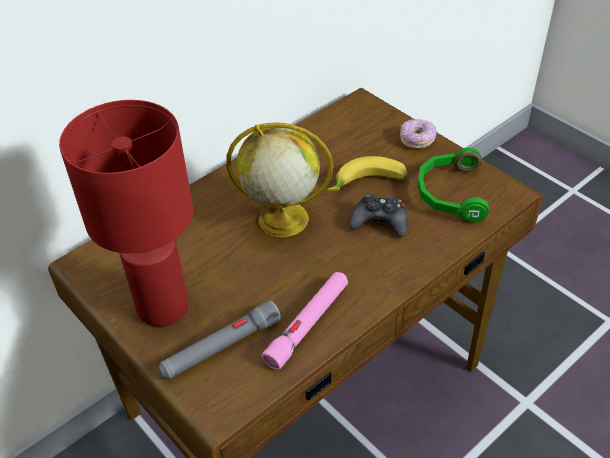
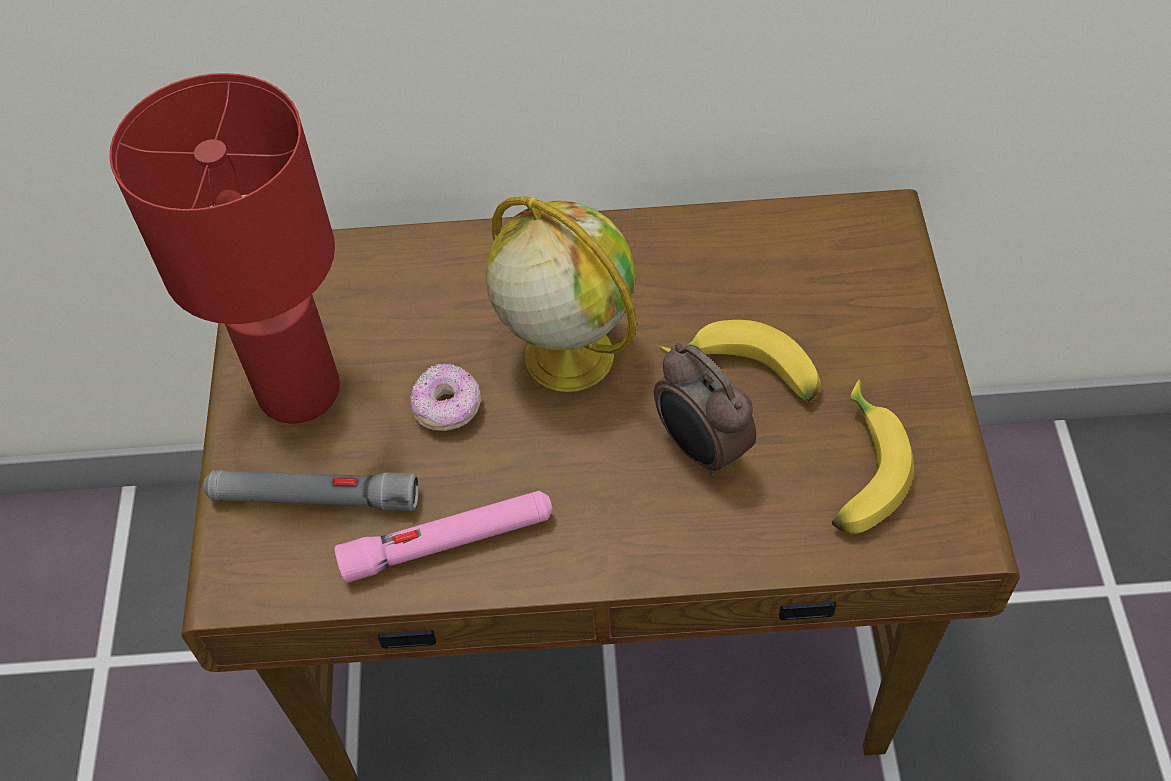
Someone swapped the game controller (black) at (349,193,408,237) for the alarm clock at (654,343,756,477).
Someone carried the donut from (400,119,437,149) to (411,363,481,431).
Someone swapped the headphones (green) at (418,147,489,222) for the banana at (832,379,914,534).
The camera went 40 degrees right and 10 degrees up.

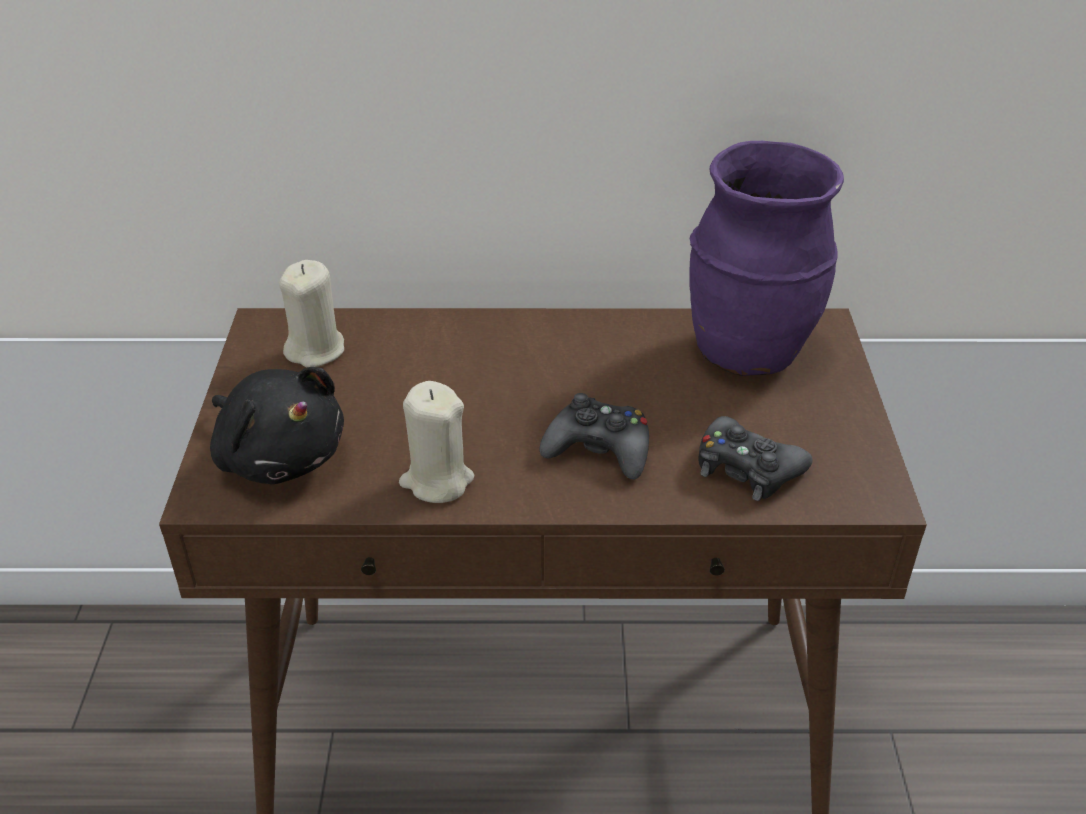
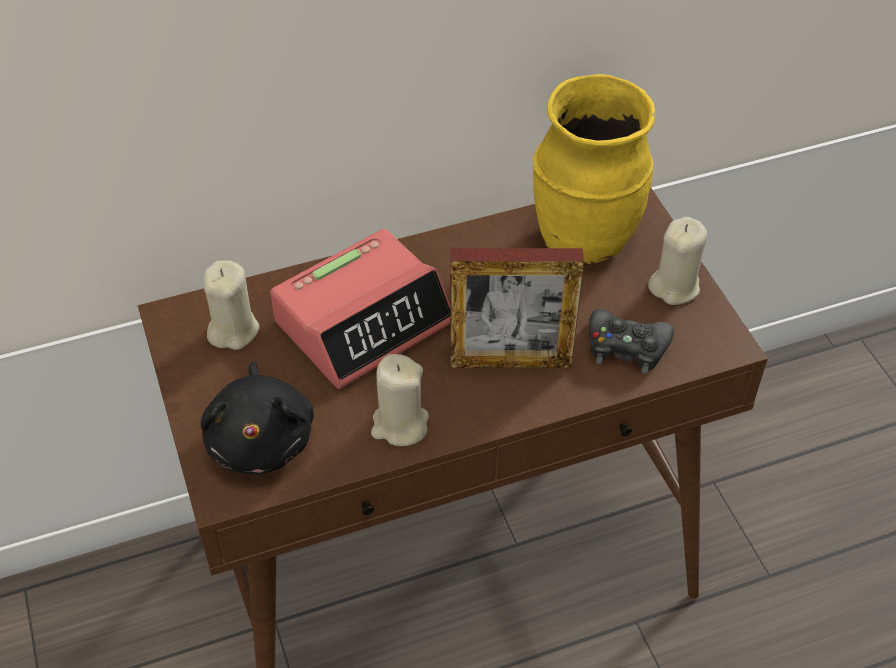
Someone rotated the plush toy (black) at (210,367,344,485) by 60 degrees clockwise.
Someone swapped the game controller (black) at (540,393,649,479) for the picture frame at (450,248,584,368).
Someone repainted the vase (purple) at (689,141,844,376), which became the vase (yellow) at (533,74,656,265).
Someone put down the alarm clock at (270,229,451,389).
Someone put down the candle (beige) at (648,217,707,305).
The camera went 20 degrees left and 10 degrees up.

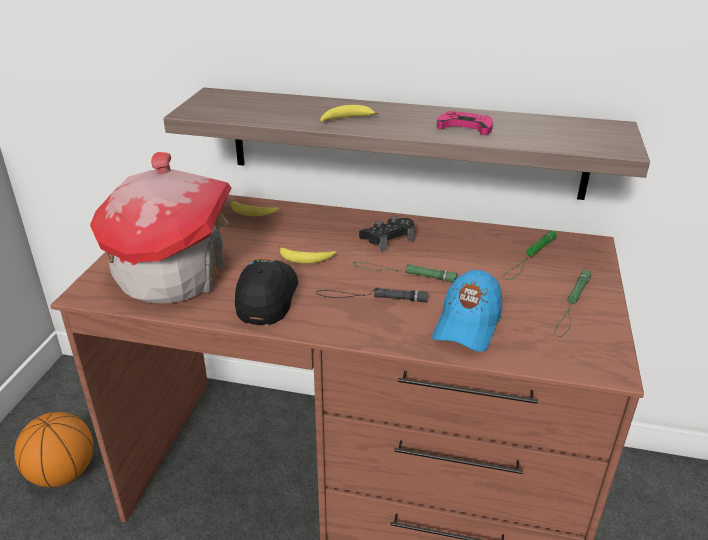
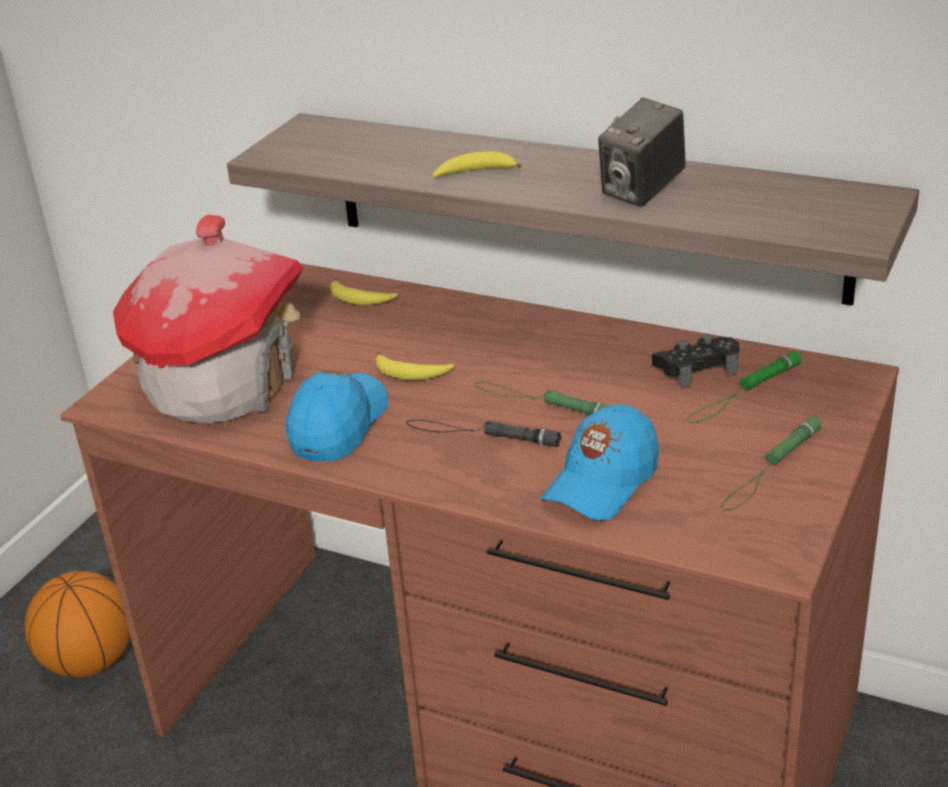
Someone repainted the cap (black) at (235,259,298,325), which became the cap (blue) at (286,370,388,462).
Someone carried the game controller (black) from (359,216,415,251) to (652,334,739,388).
Someone swapped the game controller (pink) at (437,111,493,135) for the photo camera at (598,98,686,207).
The camera went 15 degrees right and 0 degrees up.

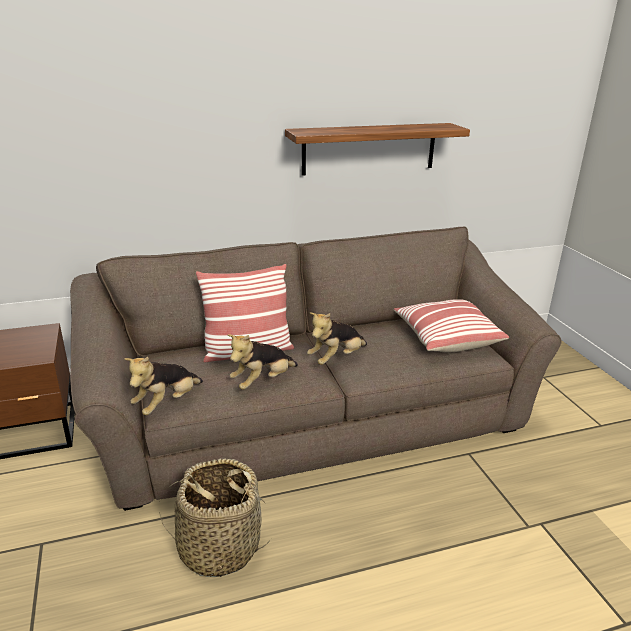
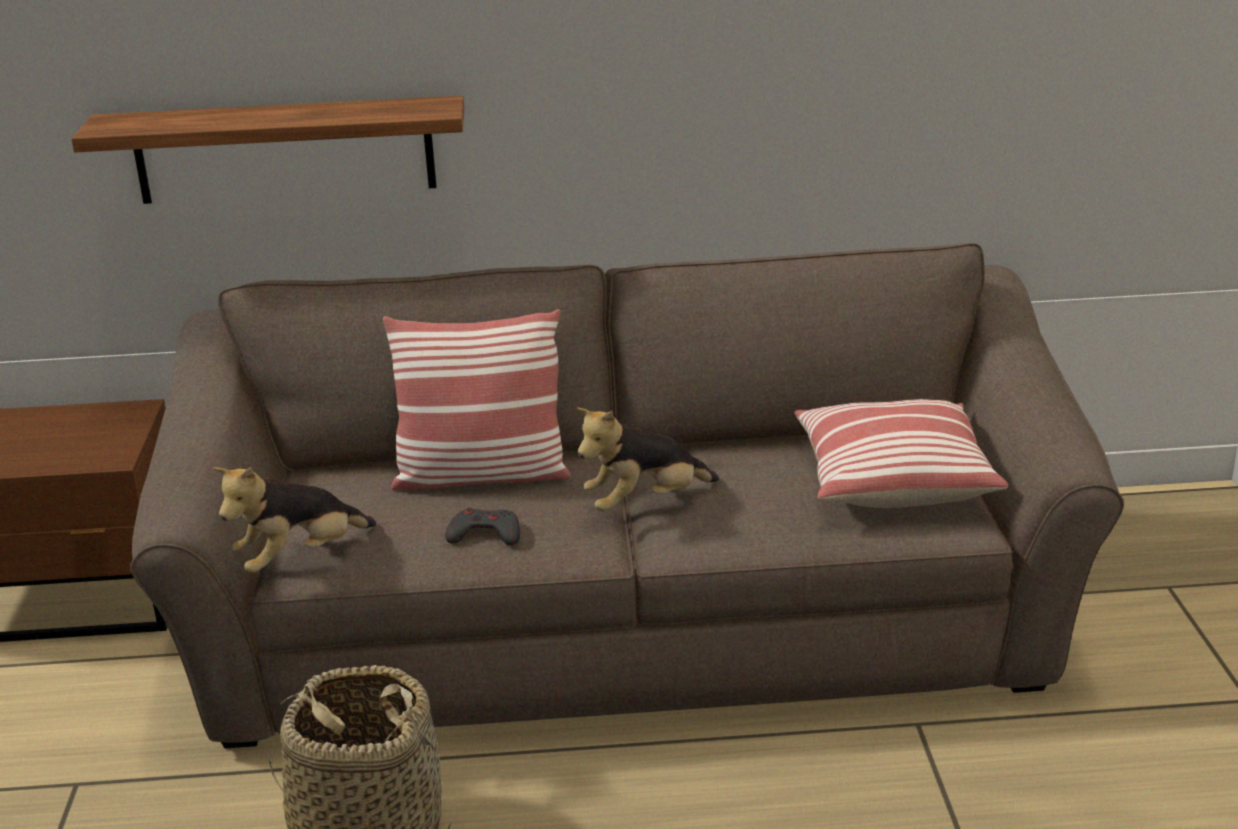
Someone swapped the plush toy at (228,334,298,390) for the game controller (grey) at (445,508,520,545).
Someone carried the shelf from (285,123,470,176) to (71,96,465,204).
The camera went 15 degrees right and 0 degrees up.

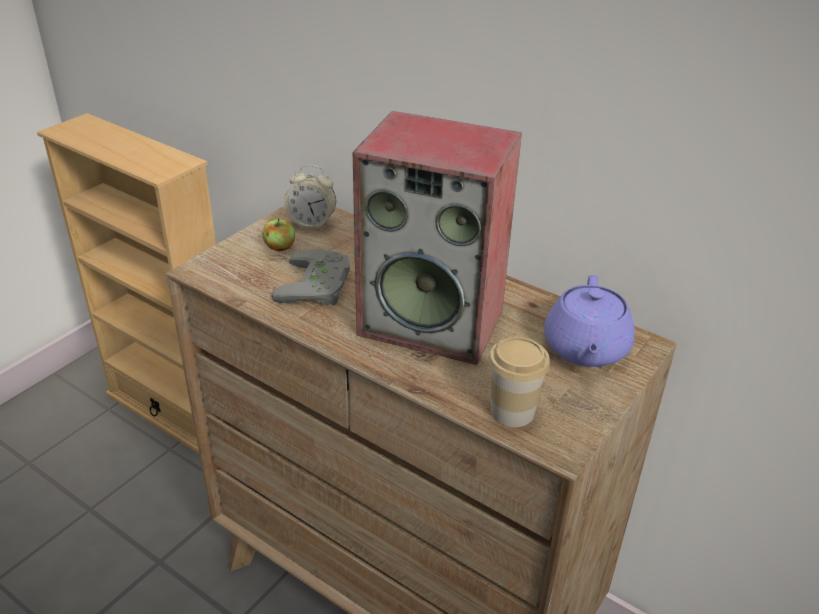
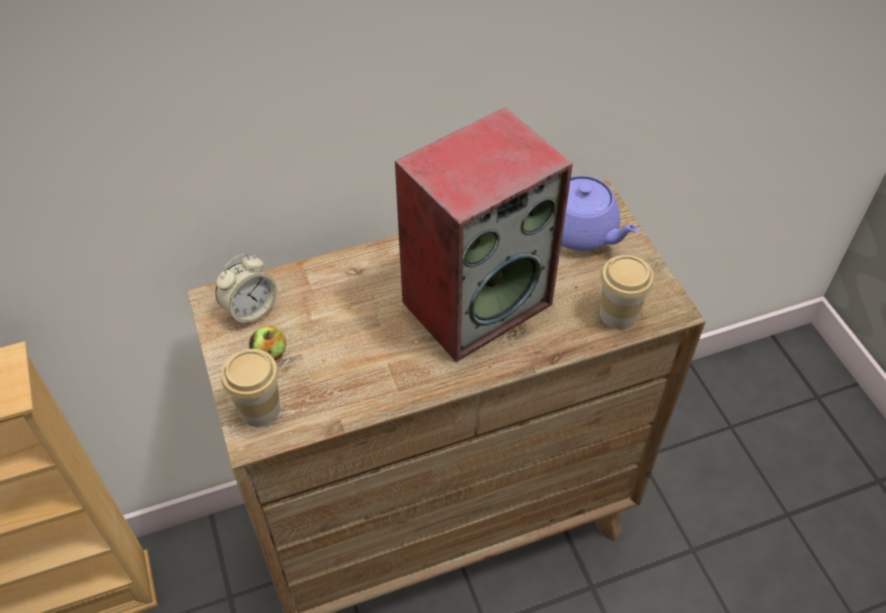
Someone took away the game controller (grey) at (272,249,350,306).
Someone put down the cup at (221,349,280,427).
The camera went 55 degrees left and 15 degrees up.

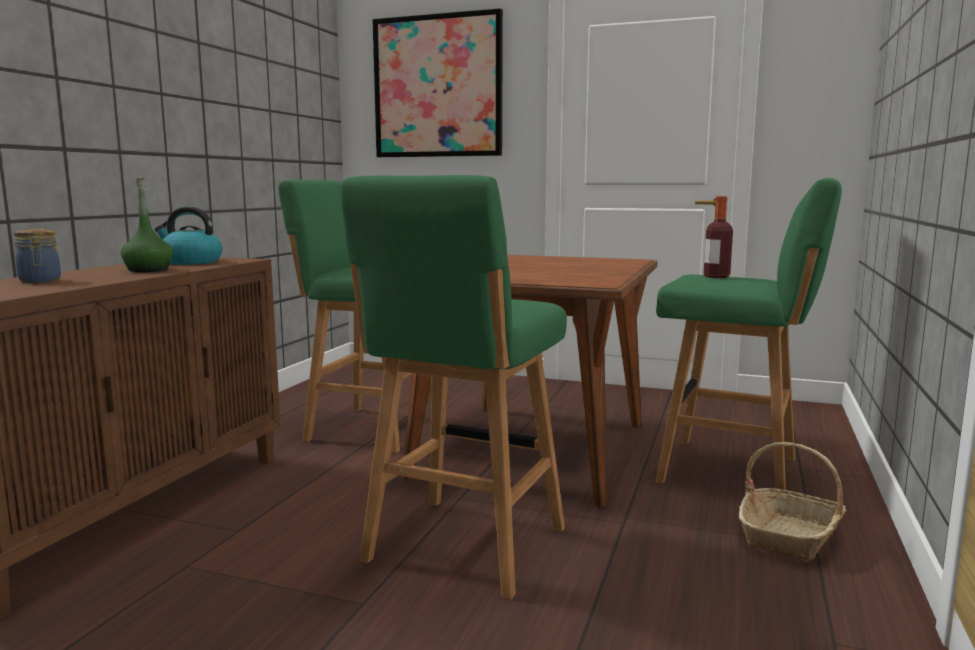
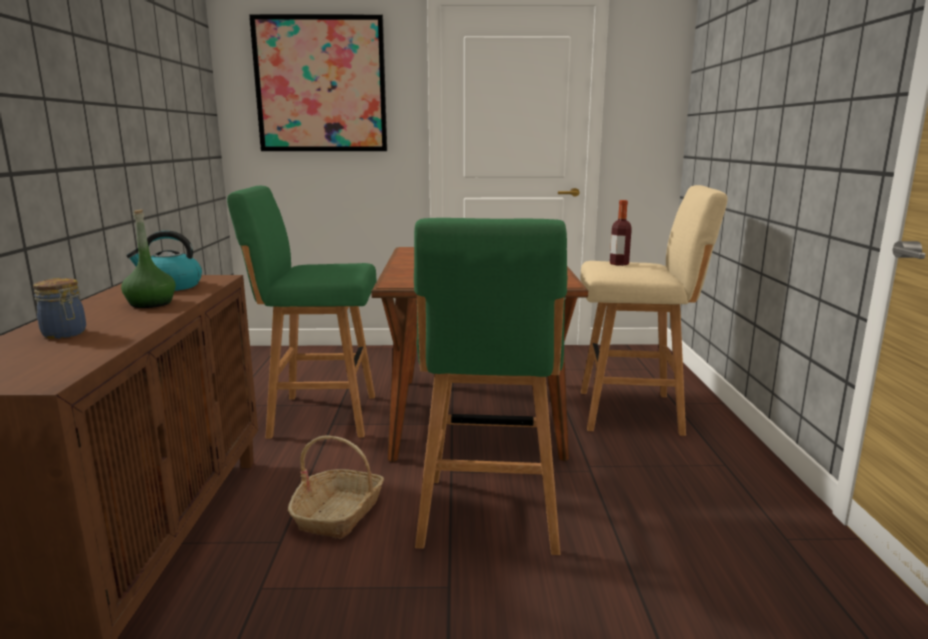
Someone repainted the stool (green) at (656,178,842,490), which became the stool (beige) at (580,185,728,436).
Someone carried the basket from (739,442,847,562) to (288,436,384,539).
The camera went 20 degrees left and 5 degrees up.

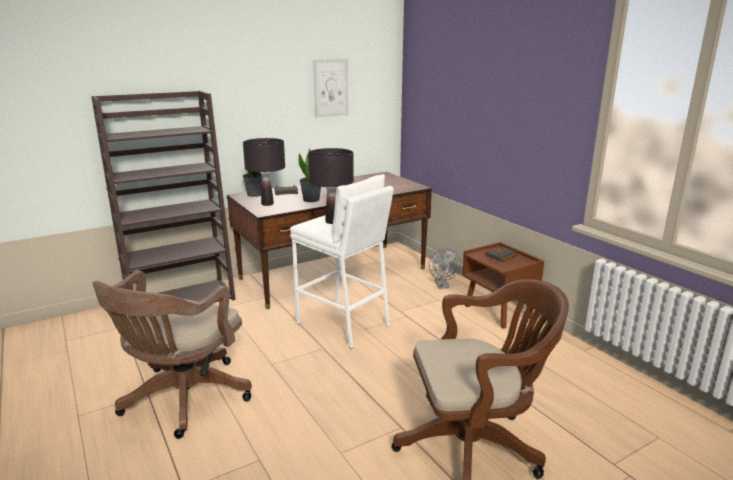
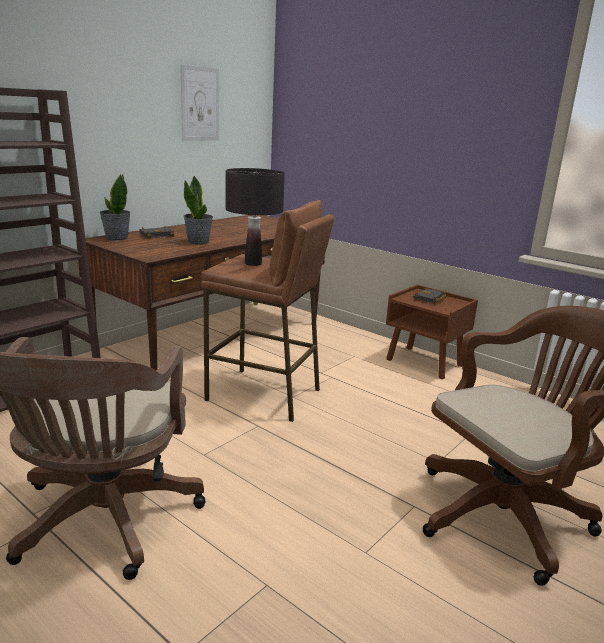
Someone took away the table lamp (black) at (243,138,285,206).
Someone repainted the stool (white) at (290,174,394,349), which became the stool (brown) at (201,200,334,422).
Someone took away the fan (grey) at (429,248,461,289).
The camera went 20 degrees left and 0 degrees up.

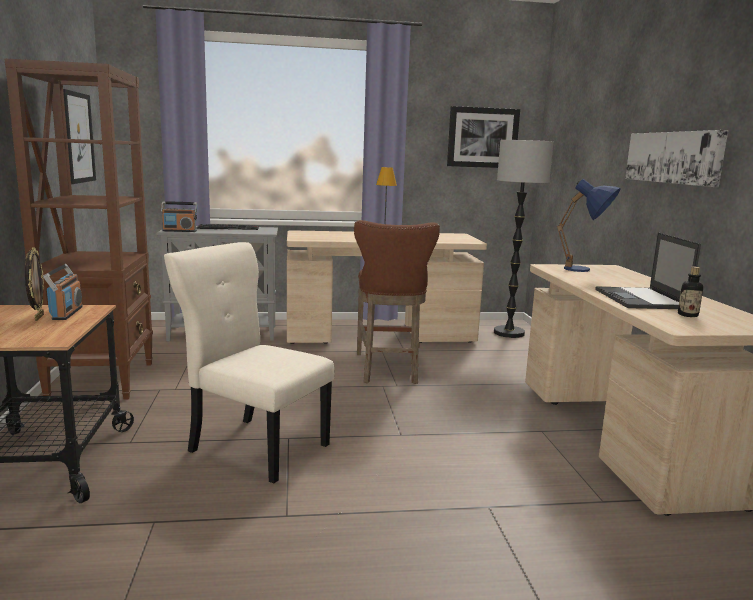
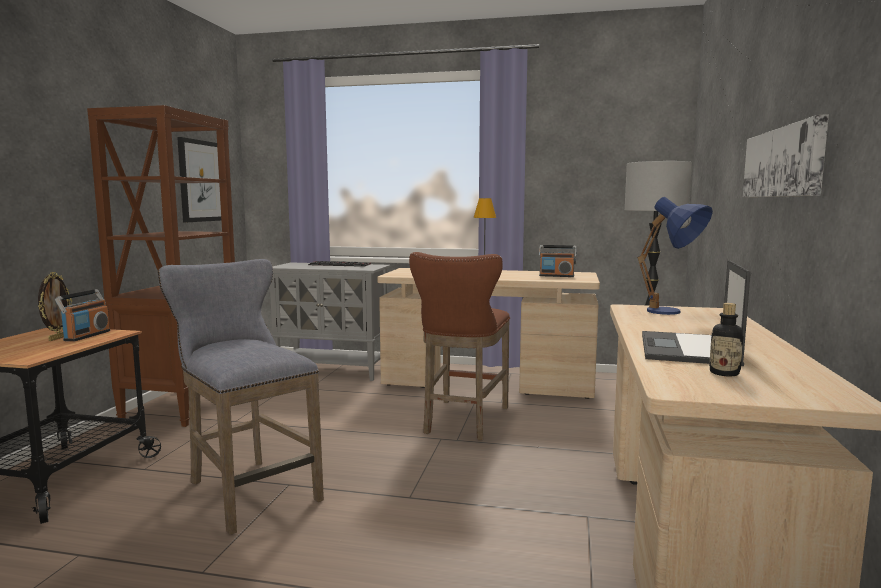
Someone carried the radio from (161,201,197,232) to (539,245,577,277).
Someone swapped the chair (beige) at (164,242,334,483) for the stool (grey) at (158,259,324,535).
Someone took away the picture at (447,106,520,168).
The camera went 20 degrees right and 5 degrees down.

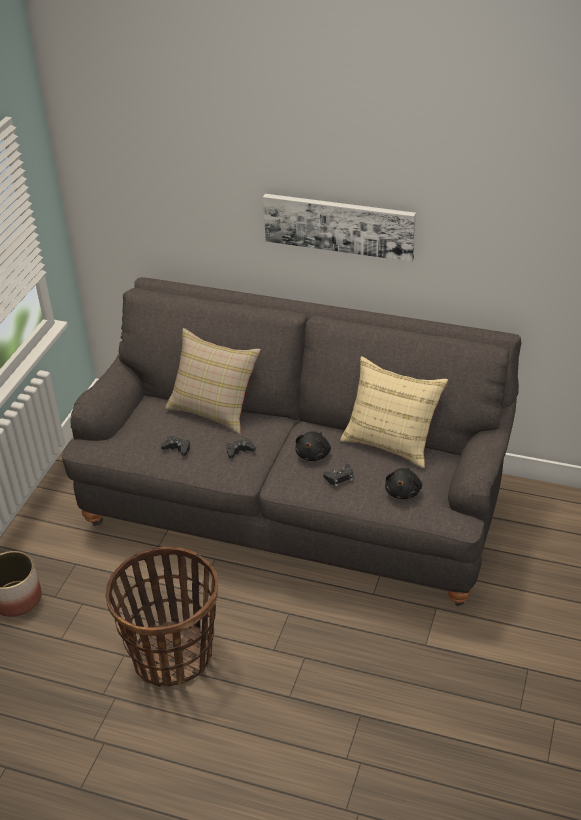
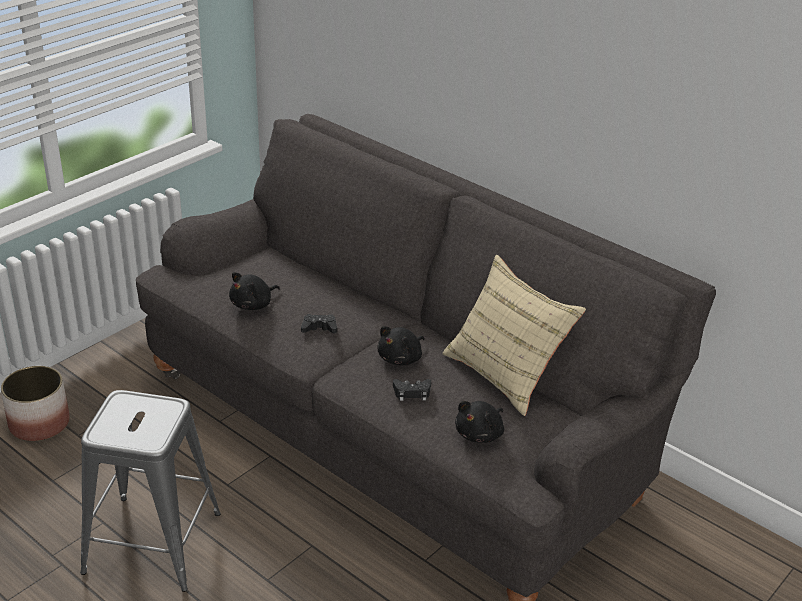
Someone swapped the basket at (105,547,218,687) for the stool (grey) at (80,390,221,592).
Someone swapped the game controller (black) at (161,435,190,456) for the plush toy (black) at (229,272,280,310).
Someone took away the pillow (beige) at (165,328,261,434).
Someone took away the picture at (263,194,416,262).
The camera went 20 degrees right and 5 degrees down.

